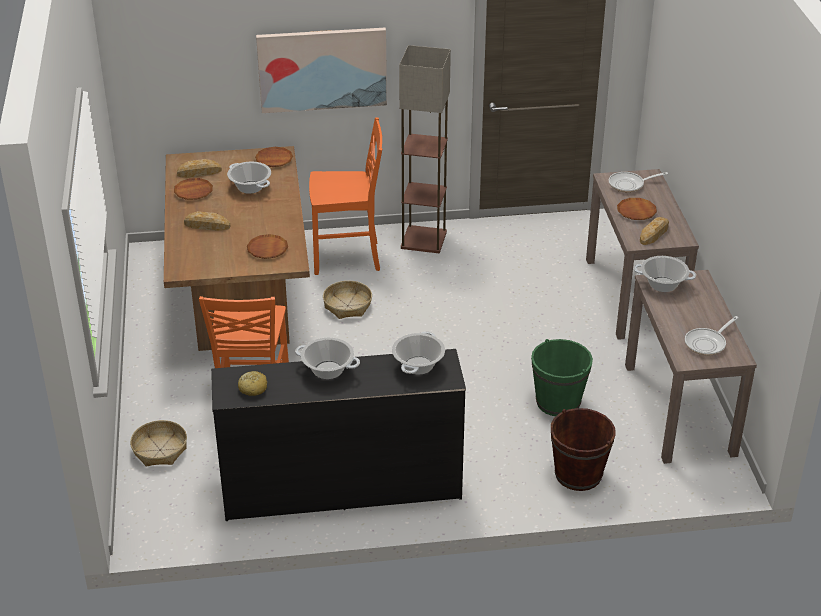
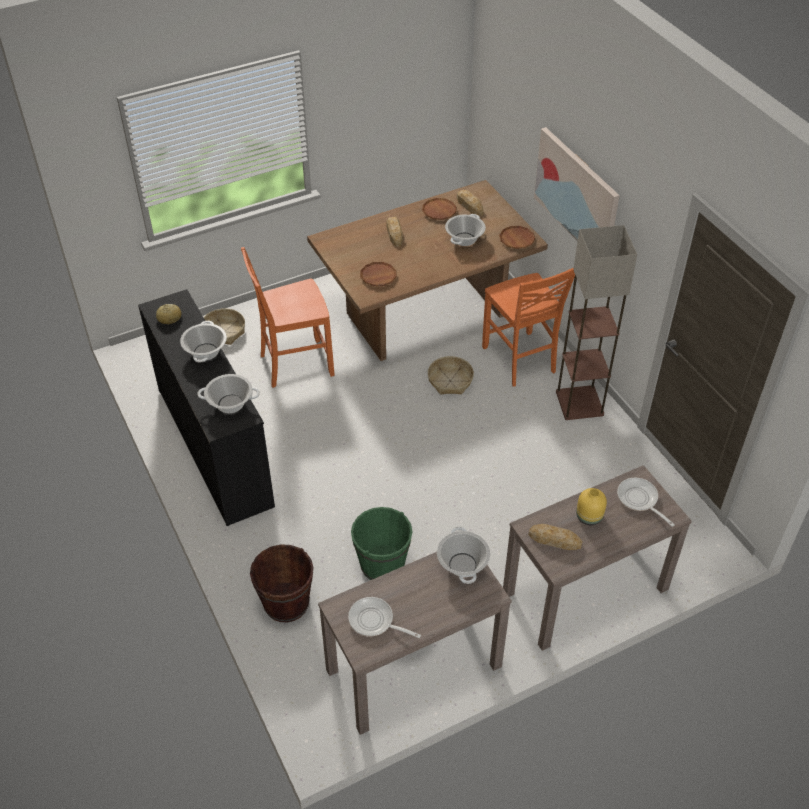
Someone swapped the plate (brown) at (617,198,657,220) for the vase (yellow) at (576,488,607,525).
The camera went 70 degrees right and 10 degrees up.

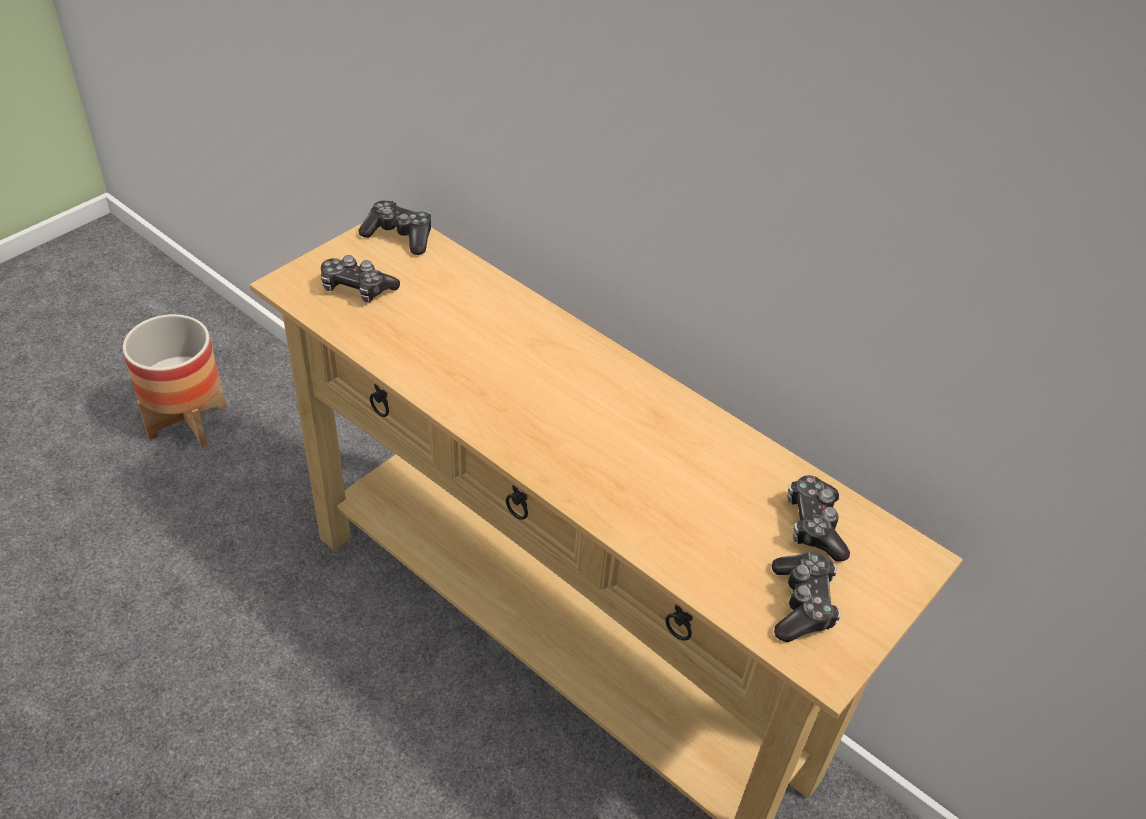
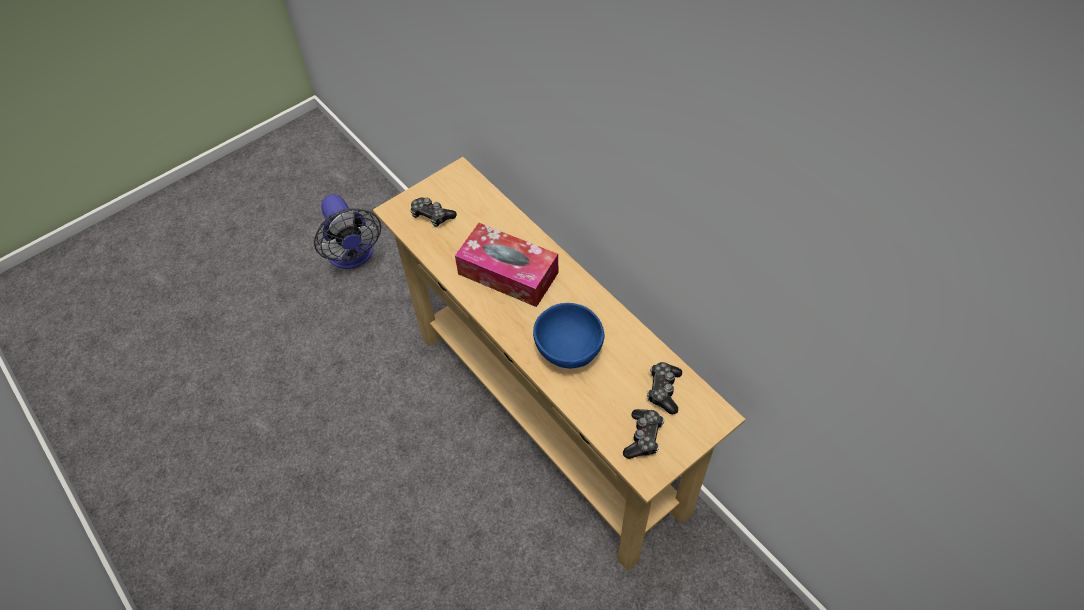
Someone swapped the planter at (123,314,227,448) for the fan at (314,194,381,269).
Someone took away the game controller at (359,200,431,255).
Someone put down the tissue box at (455,223,559,307).
Someone put down the bowl (blue) at (533,303,605,368).
The camera went 15 degrees right and 10 degrees up.

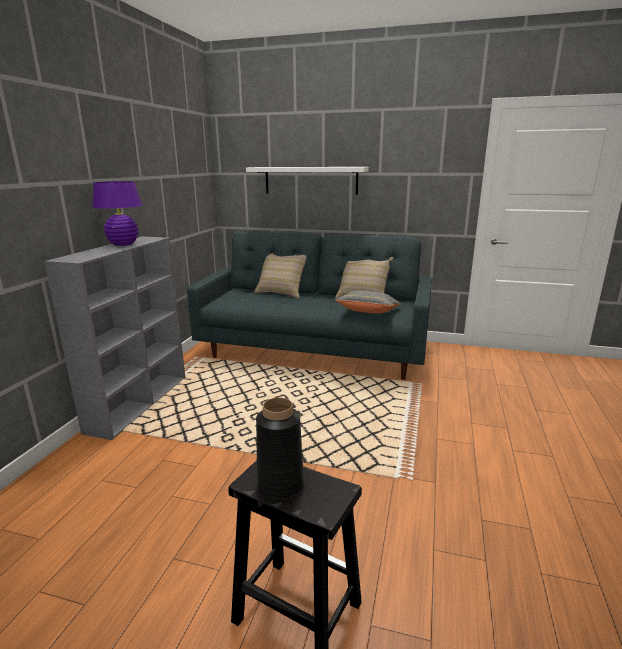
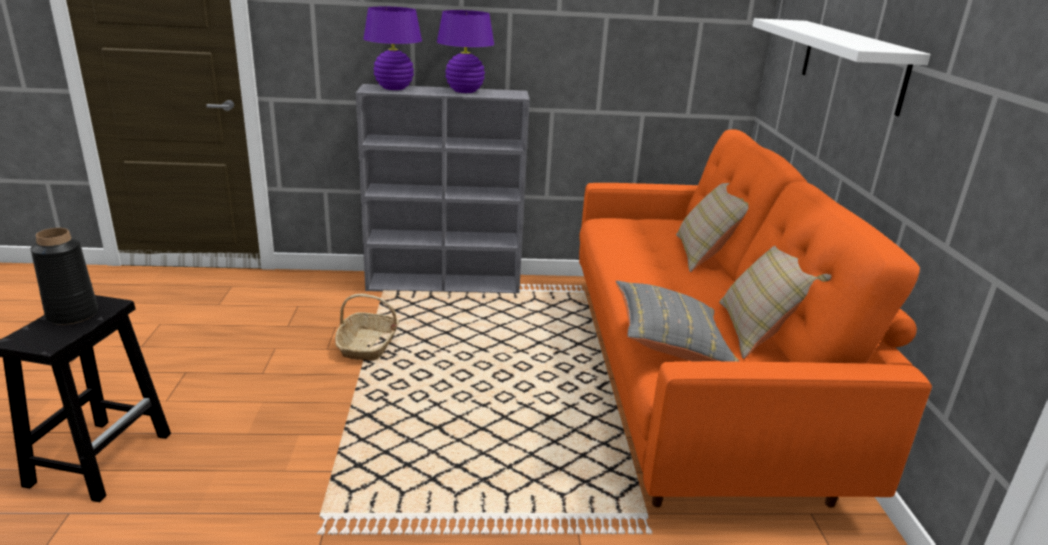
Someone repainted the sofa (grey) at (187,231,432,380), which became the sofa (orange) at (579,129,932,508).
Someone put down the basket at (335,294,399,361).
Someone put down the table lamp (purple) at (363,7,422,90).
The camera went 70 degrees right and 5 degrees up.

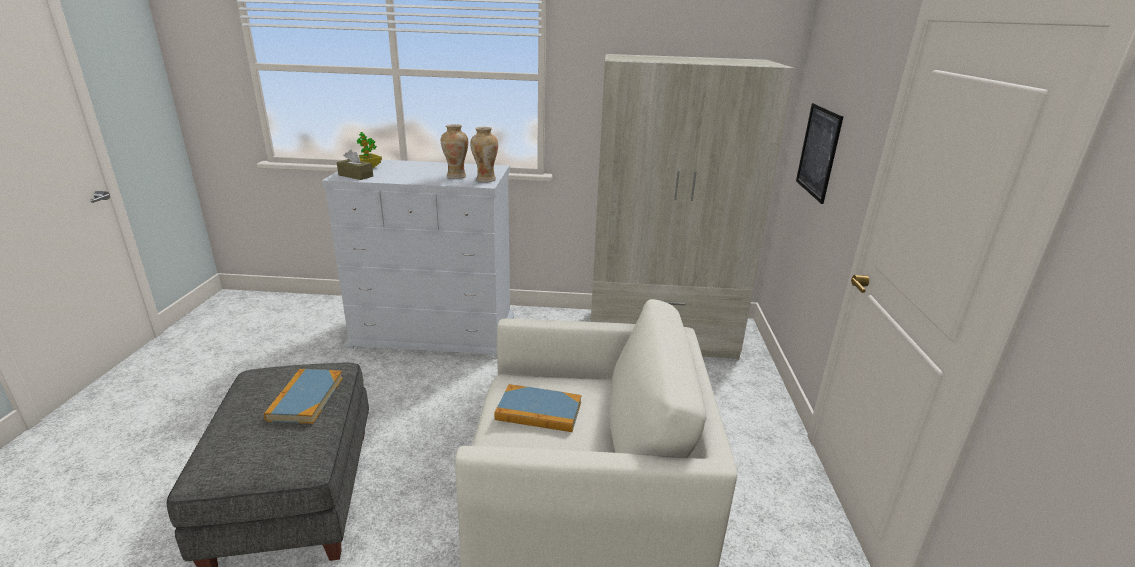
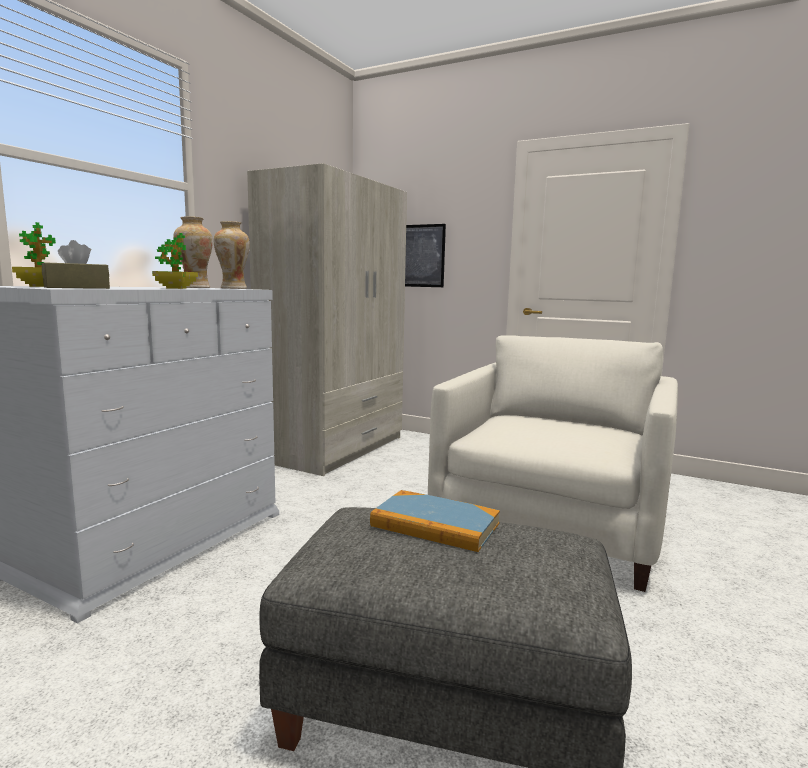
Someone took away the book at (495,384,582,432).
Someone put down the potted plant at (152,233,198,289).
The camera went 65 degrees left and 15 degrees down.

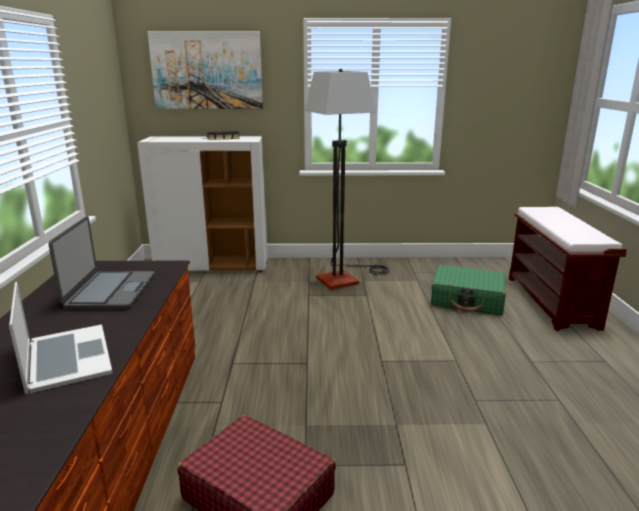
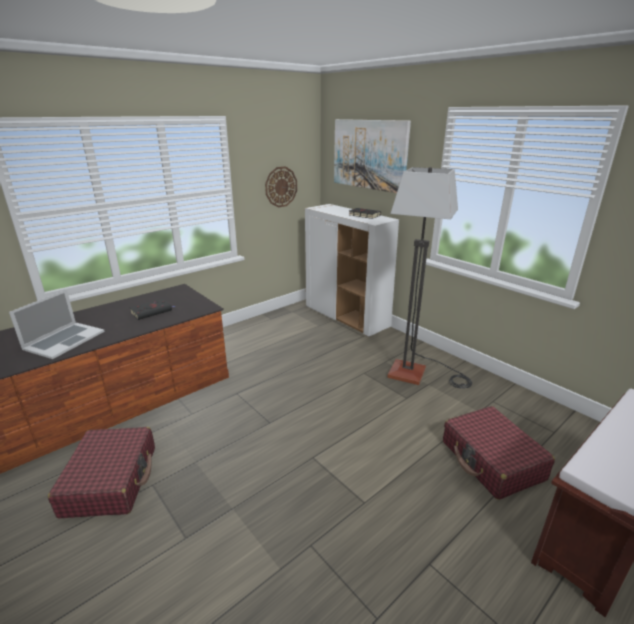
Someone swapped the laptop at (48,216,155,309) for the book (black) at (130,299,176,320).
Someone repainted the suitcase (green) at (431,265,506,315), which became the suitcase (red) at (443,406,555,500).
Someone put up the wall clock at (265,166,297,207).
The camera went 50 degrees right and 5 degrees up.

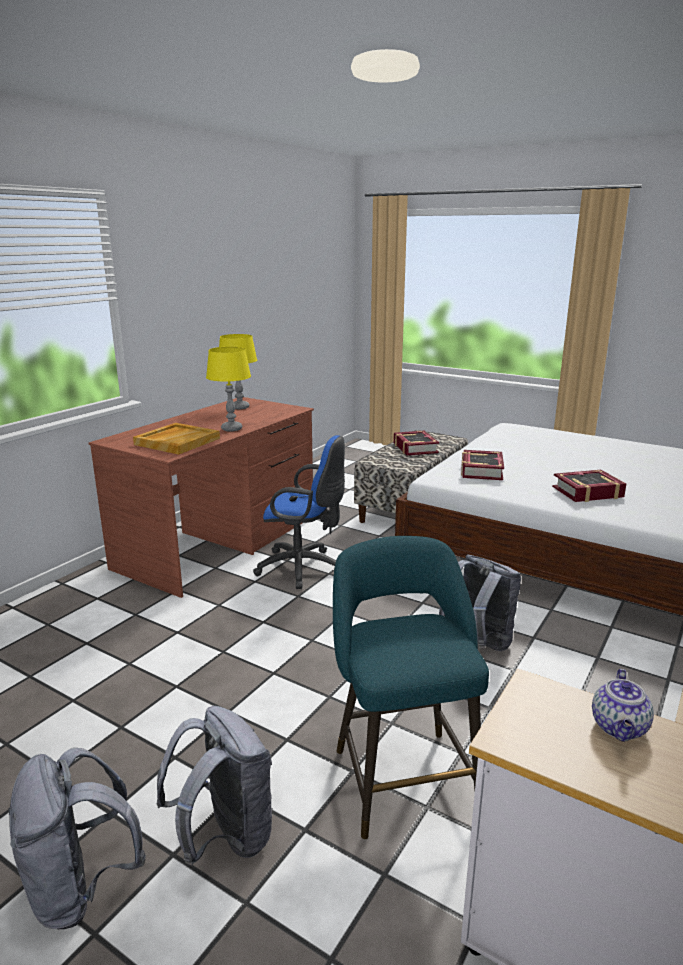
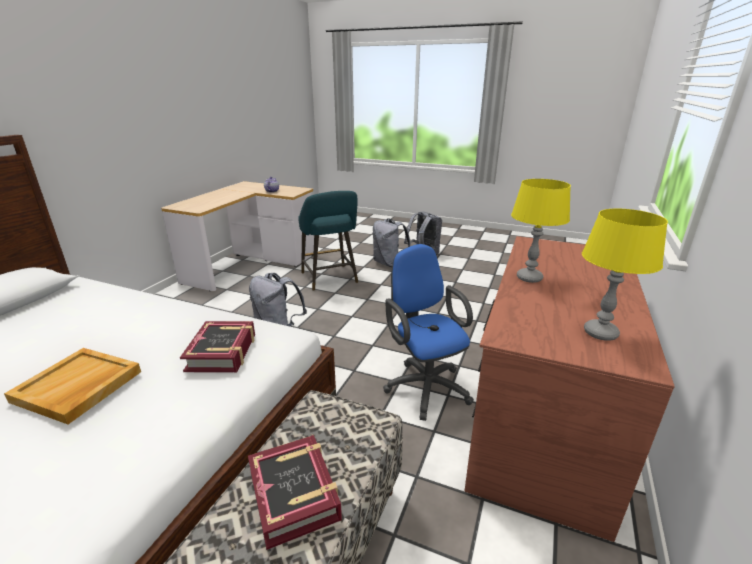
Someone carried the tray (beige) from (133,423,220,455) to (4,348,141,424).
Someone rotated the office chair (blue) at (253,435,345,589) by 60 degrees clockwise.
Someone took away the book at (552,470,626,502).
The camera went 170 degrees right and 5 degrees up.

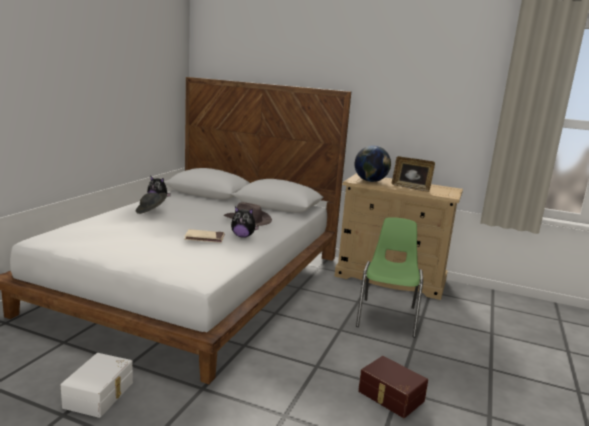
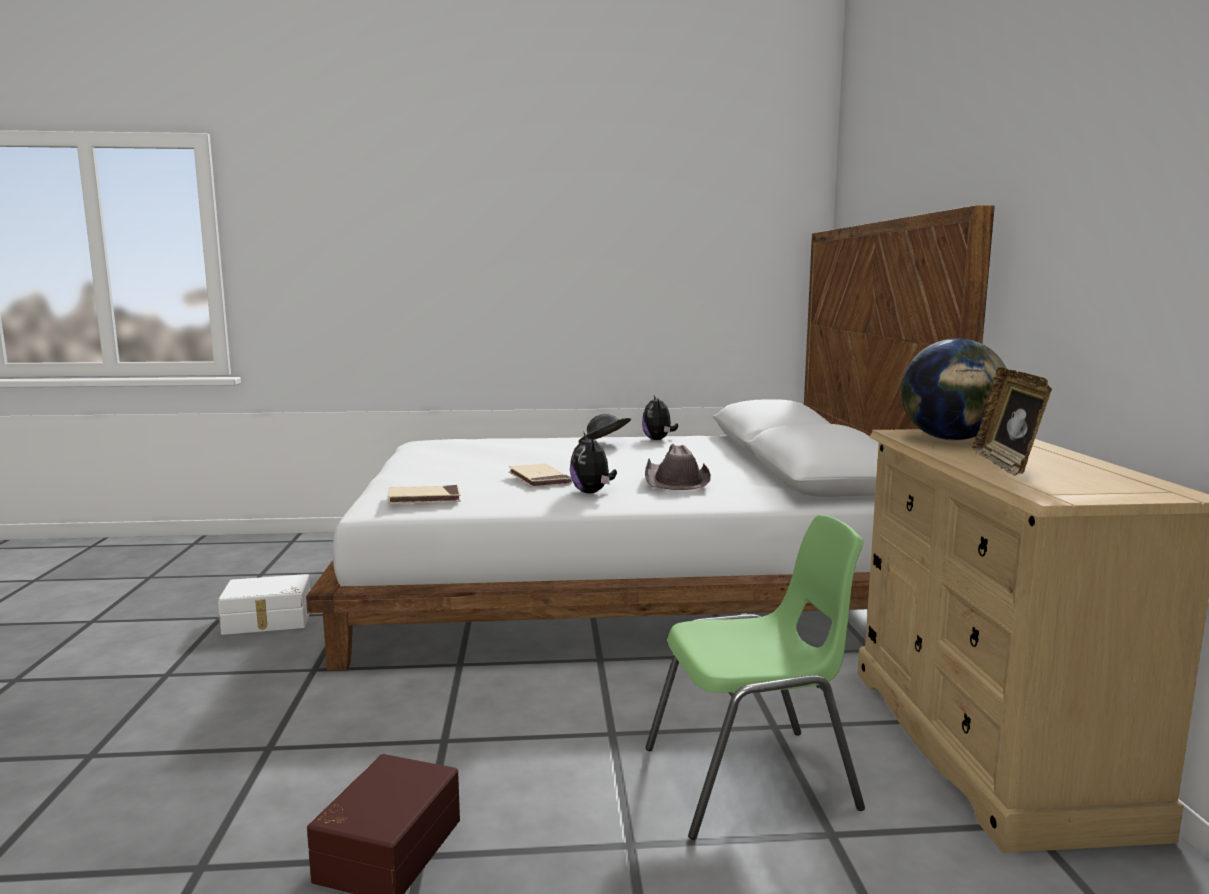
Someone put down the book (beige) at (387,485,461,504).
The camera went 65 degrees right and 5 degrees down.

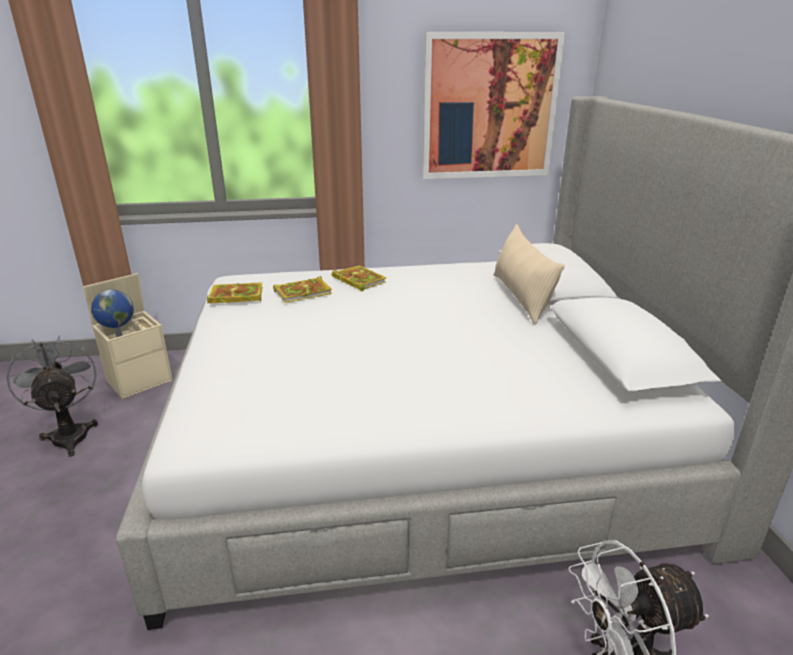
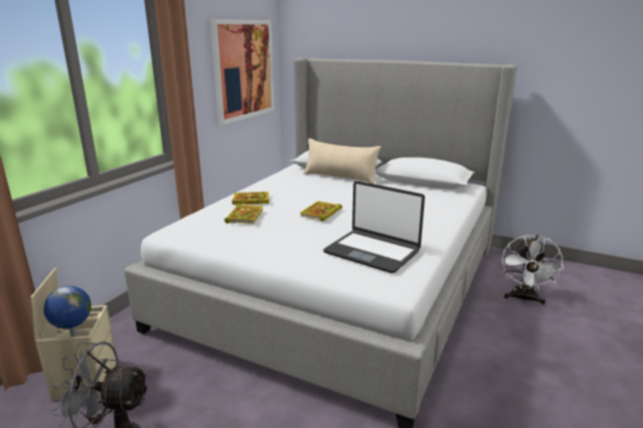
Someone carried the book from (207,282,263,304) to (300,201,342,222).
Someone put down the laptop at (323,181,425,273).
The camera went 55 degrees left and 5 degrees down.

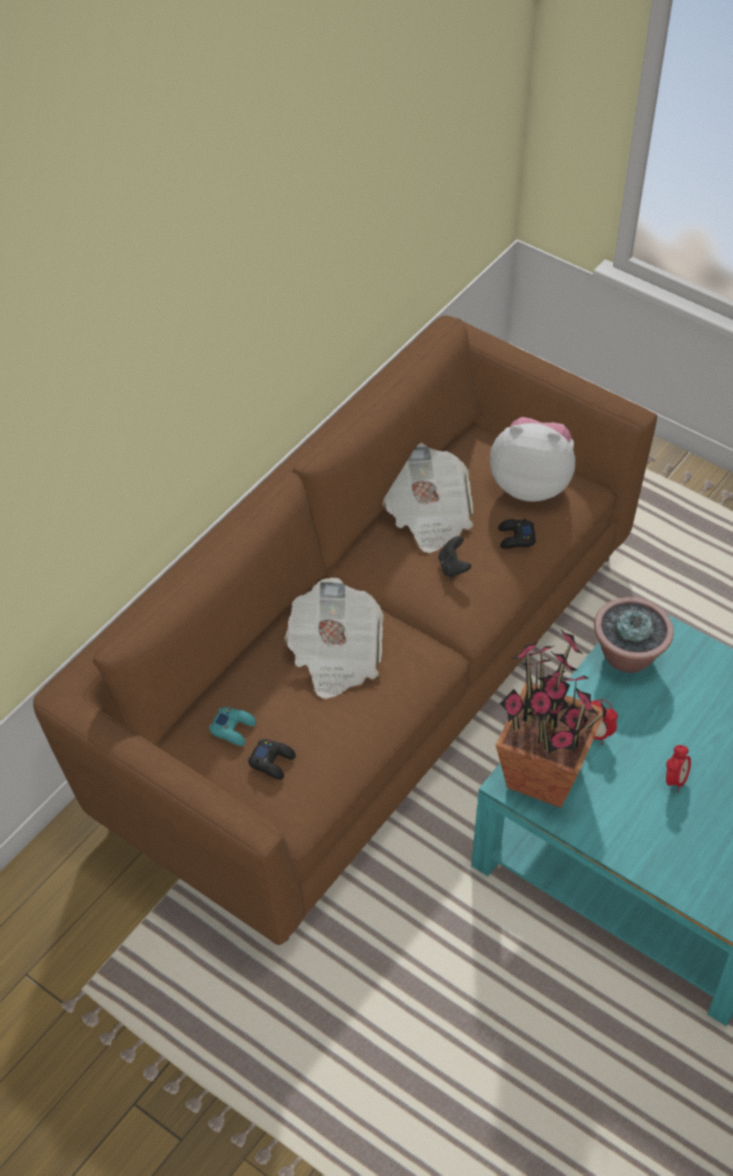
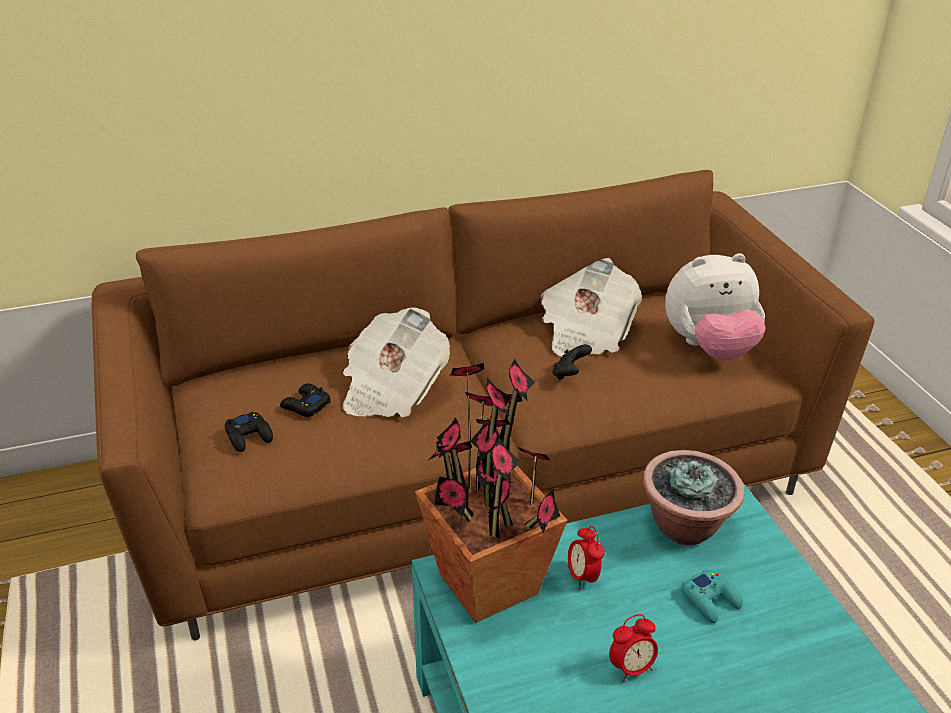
Someone carried the game controller (turquoise) from (209,707,256,746) to (682,569,743,623).
Someone rotated the plush toy at (490,417,575,502) by 120 degrees clockwise.
Someone carried the game controller (black) from (498,518,536,549) to (280,383,331,417).
The camera went 35 degrees right and 15 degrees down.

